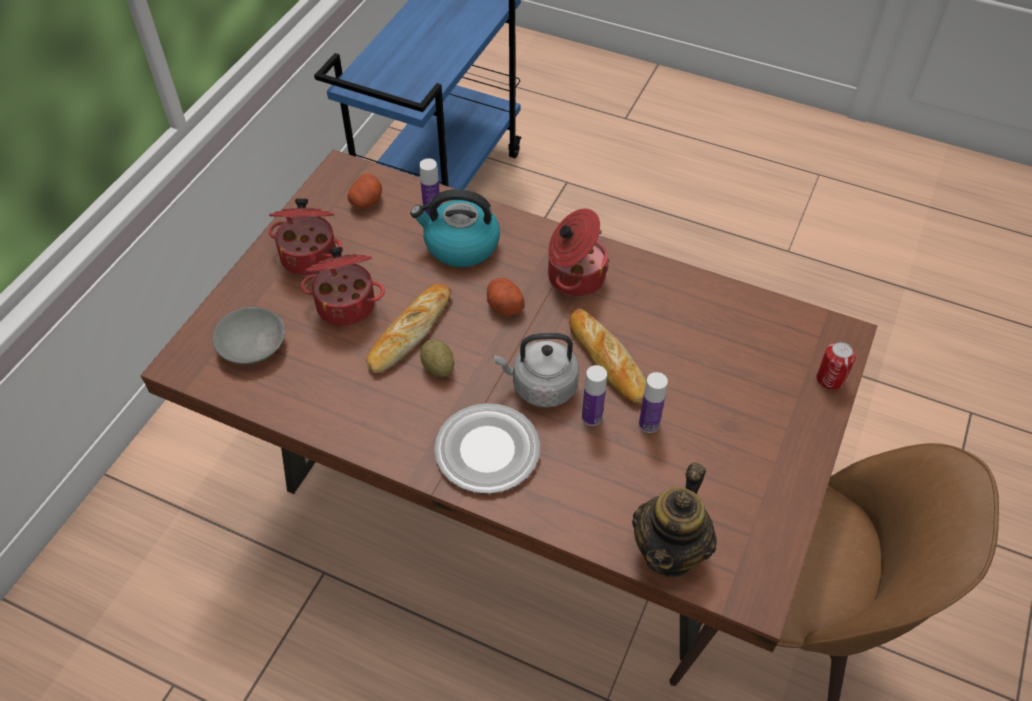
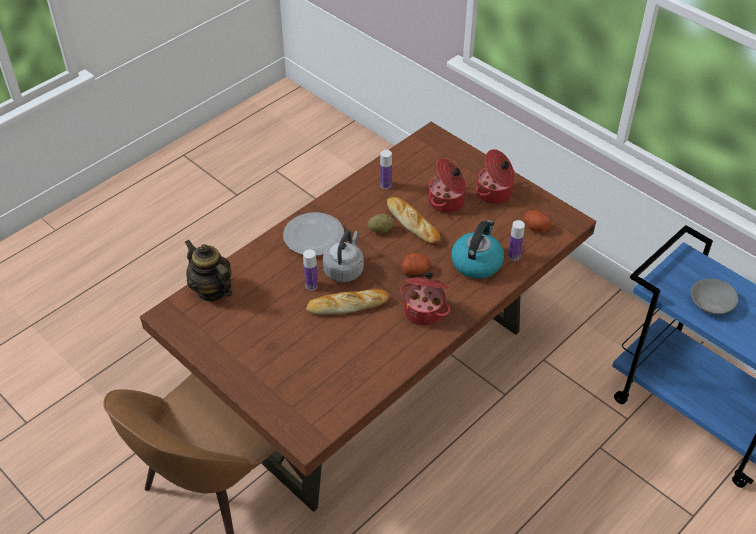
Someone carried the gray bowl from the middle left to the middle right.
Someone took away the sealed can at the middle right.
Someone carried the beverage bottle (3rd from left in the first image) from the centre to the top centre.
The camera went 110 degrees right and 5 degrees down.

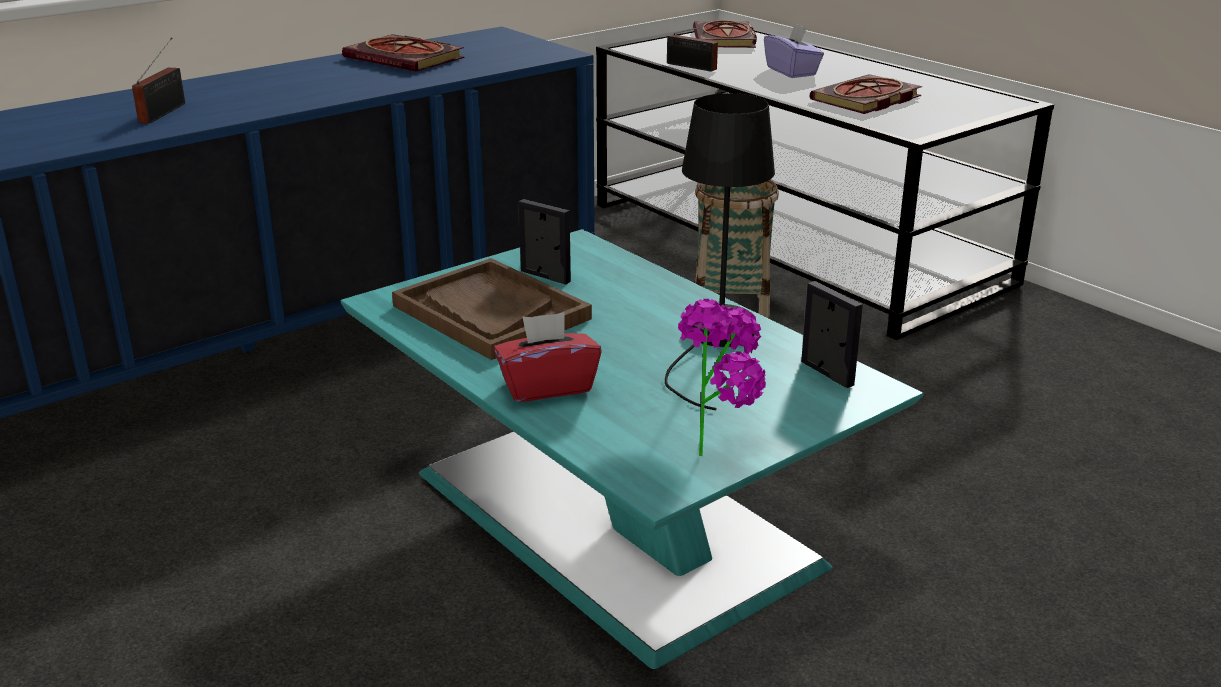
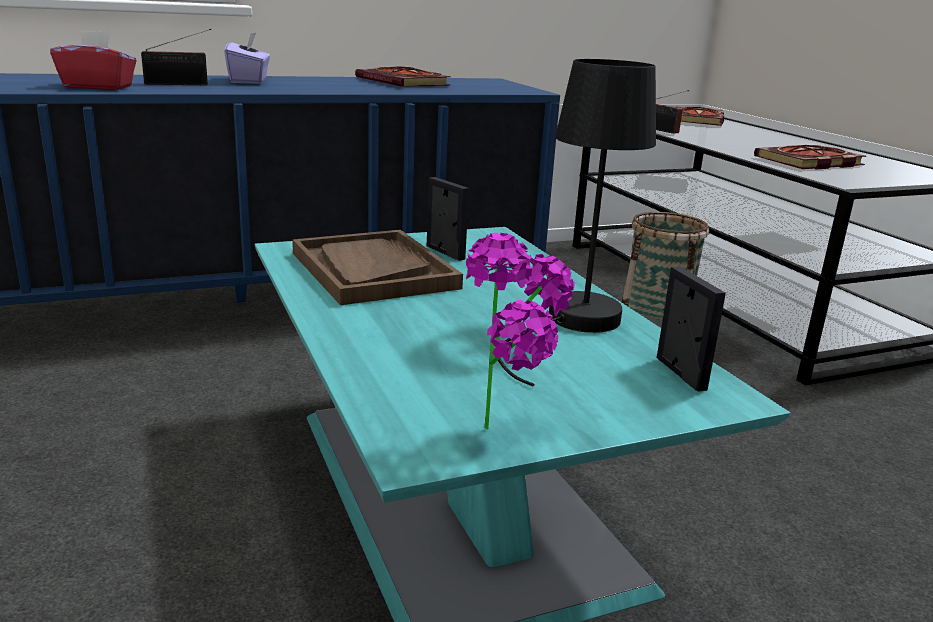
Someone carried the purplish tissue holder from the top centre to the top left.
Someone rotated the radio receiver (1st from left) at the top left by 45 degrees clockwise.
Someone carried the reddish tissue holder from the centre to the top left.
The camera went 15 degrees right and 5 degrees down.

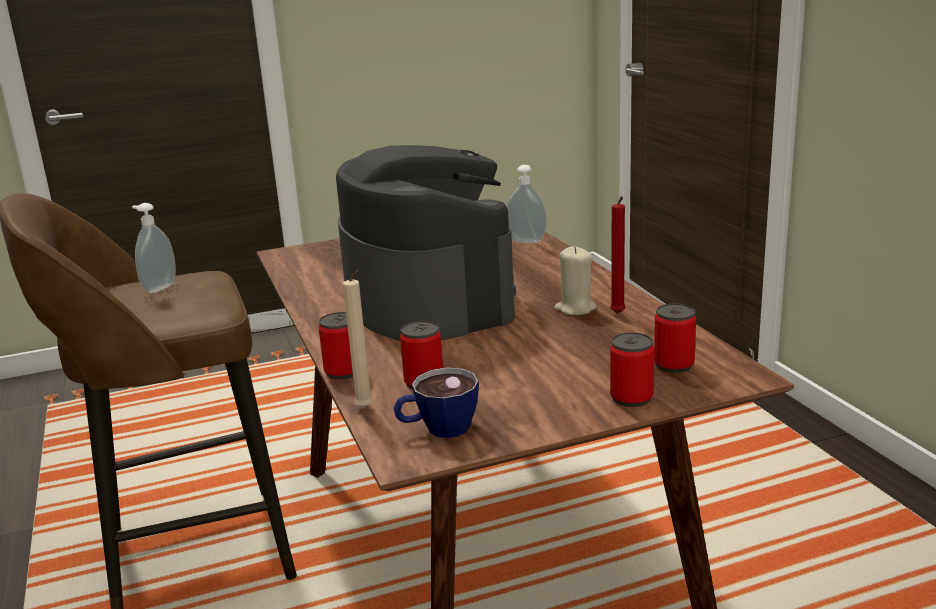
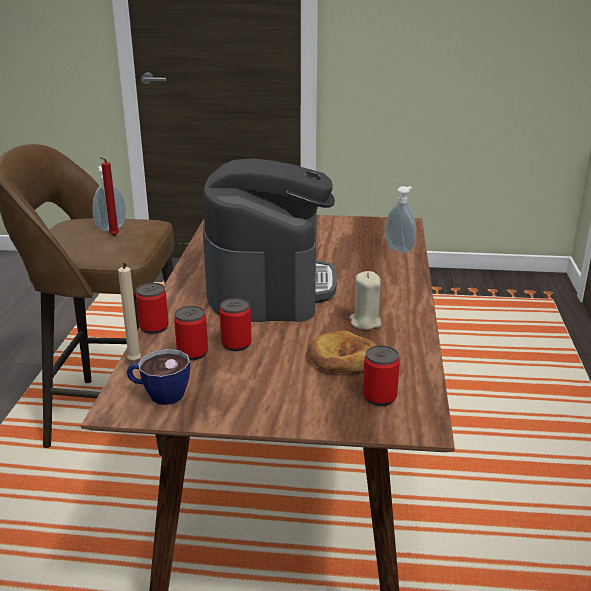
Someone carried the reddish candle from the centre to the top left.
Someone carried the sealed can (3rd from left) from the middle right to the centre.
Someone put down the bread at the centre.
The camera went 25 degrees right and 5 degrees up.

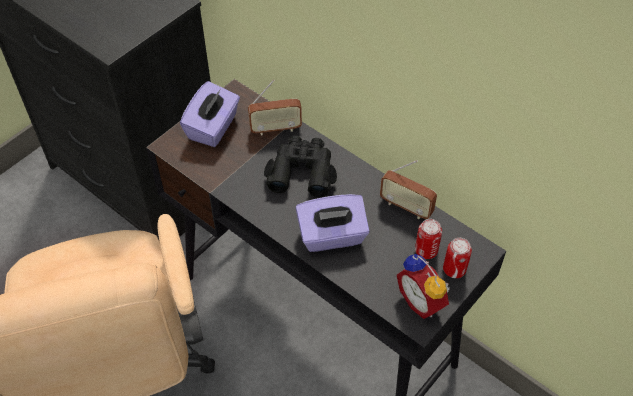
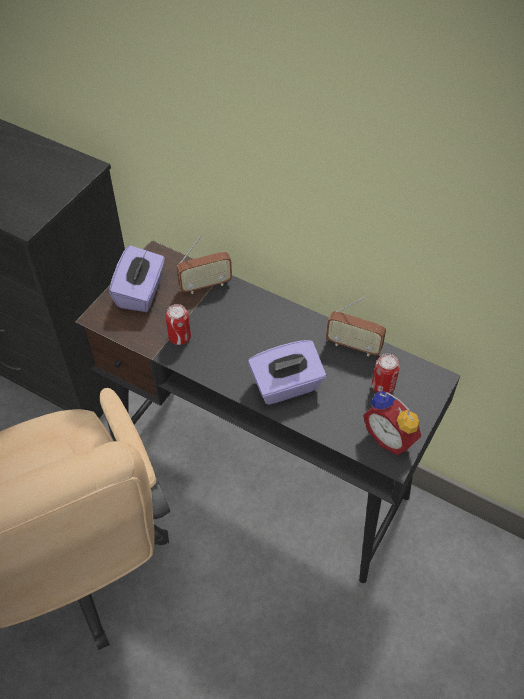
Someone took away the blackish field glasses at the centre.
Someone carried the sealed can (2nd from left in the first image) from the middle right to the centre.
The camera went 10 degrees left and 0 degrees up.

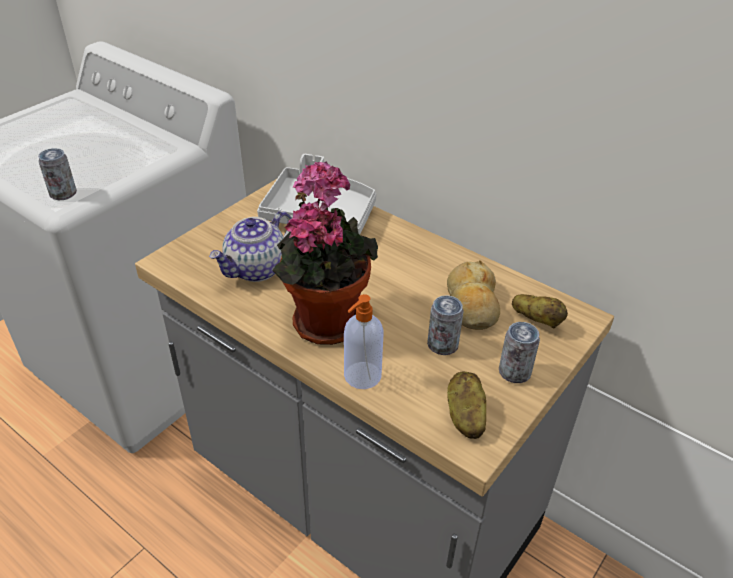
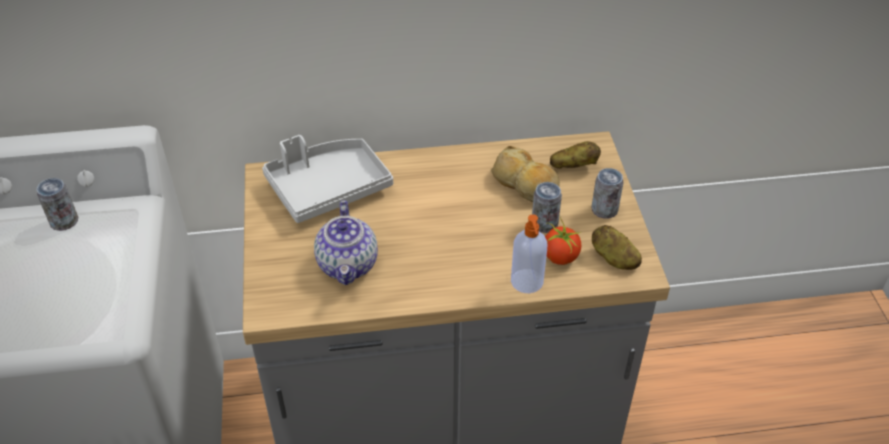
Someone carried the sealed can (1st from left) from the top left to the middle left.
Someone took away the plant in a pot at the centre.
Someone put down the fresh tomato at the centre.
The camera went 45 degrees left and 5 degrees up.

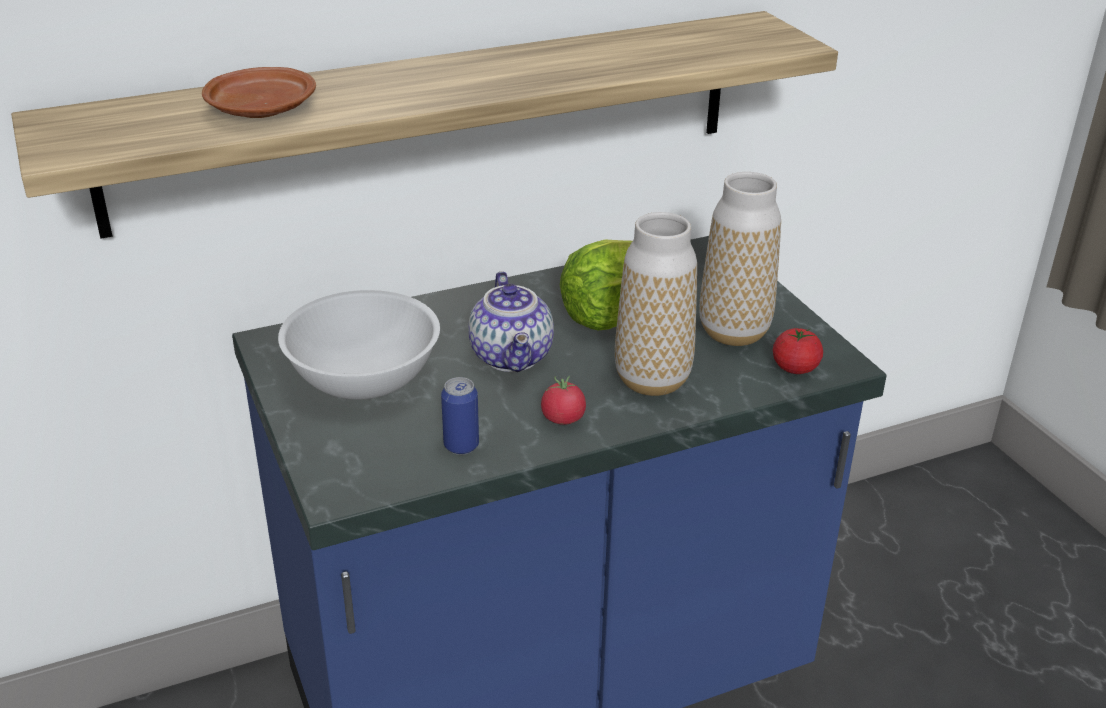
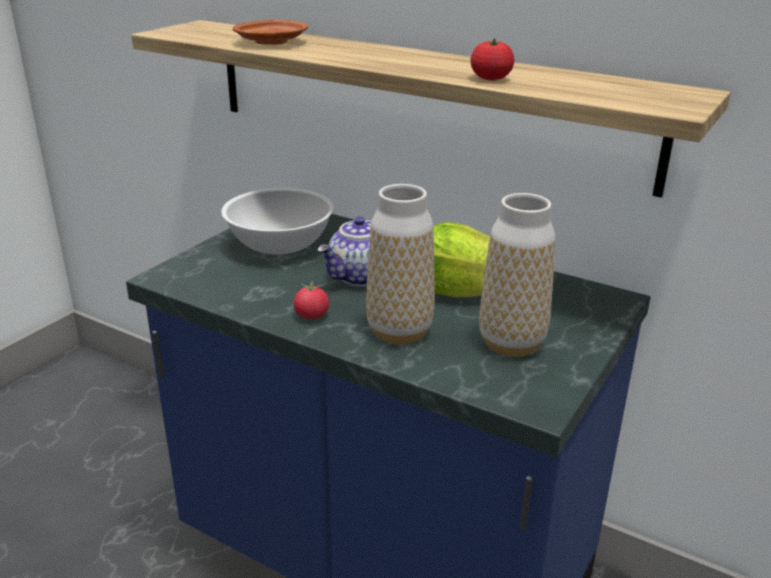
Someone carried the fresh tomato (2nd from left) from the middle right to the top centre.
Someone took away the sealed can at the centre.
The camera went 55 degrees right and 5 degrees down.

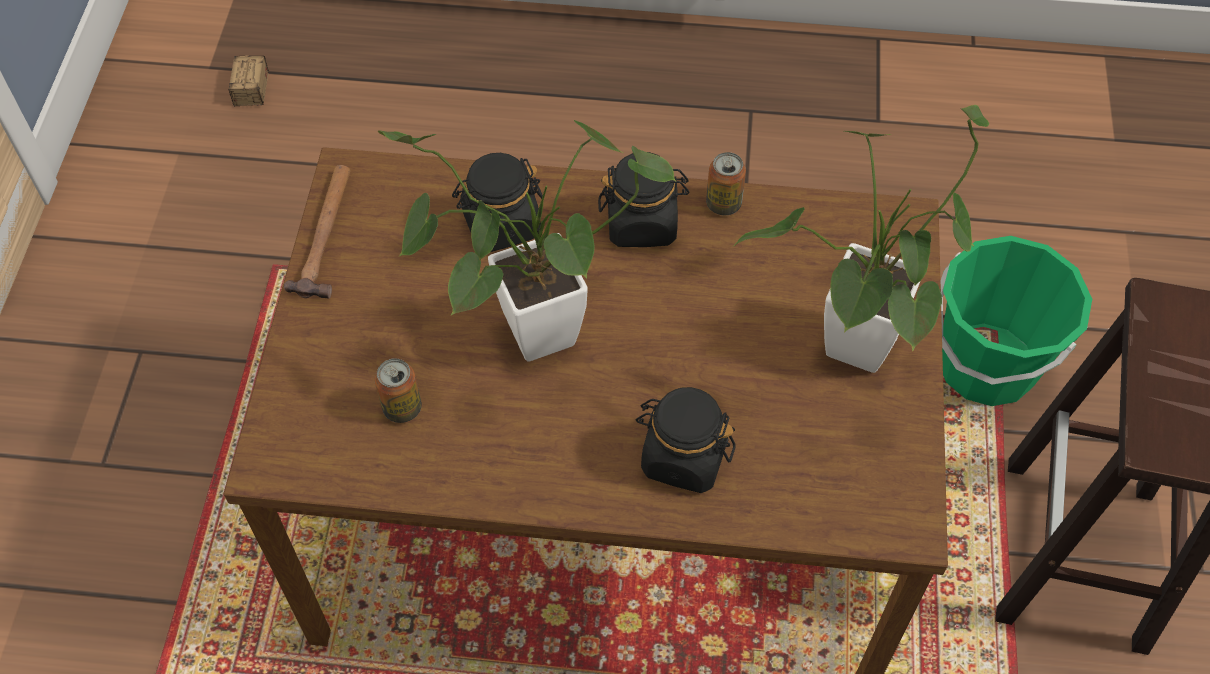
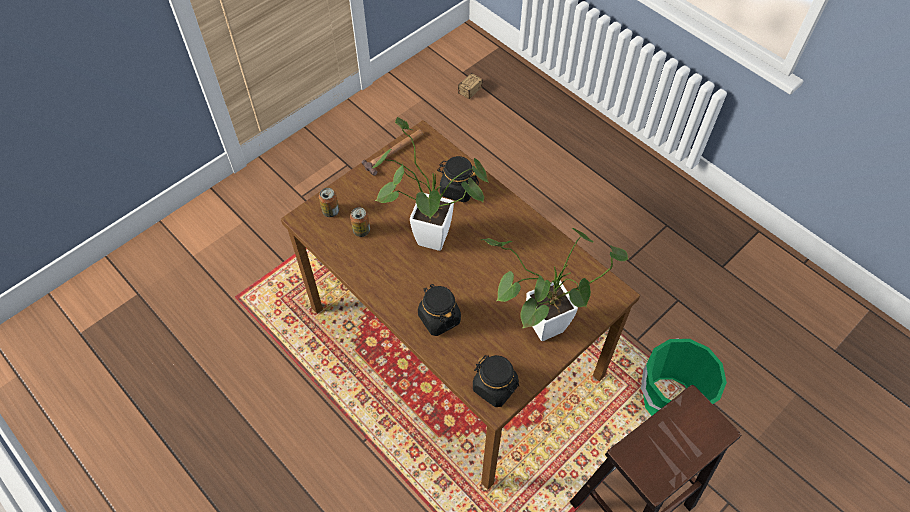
Someone carried the blackish preserve jar (2nd from left in the first image) from the top centre to the bottom centre.
Someone carried the sealed can (2nd from left in the first image) from the top centre to the centre.
The camera went 40 degrees right and 0 degrees up.

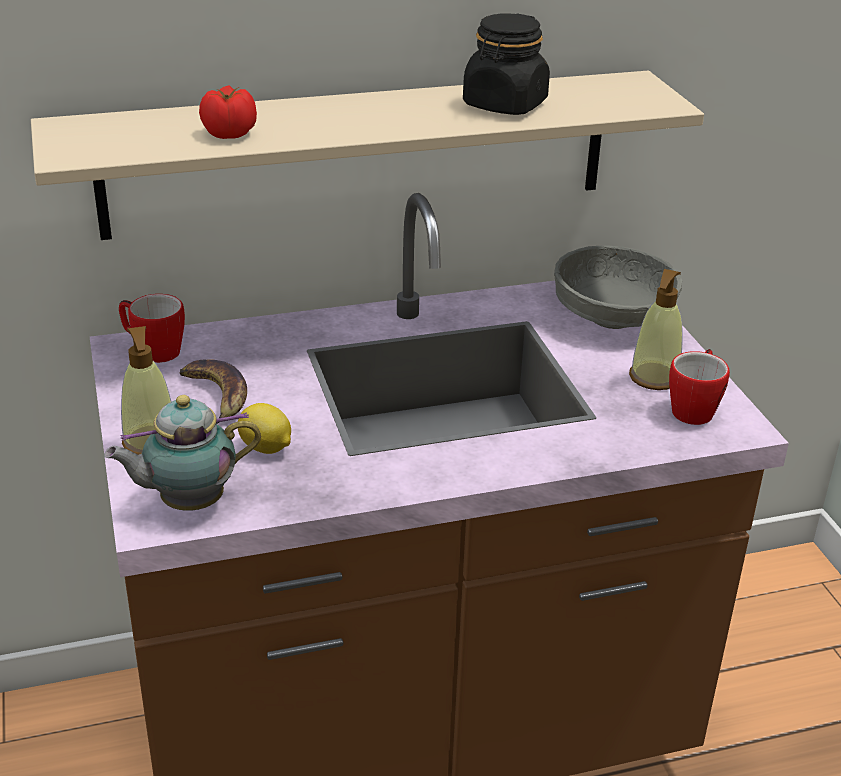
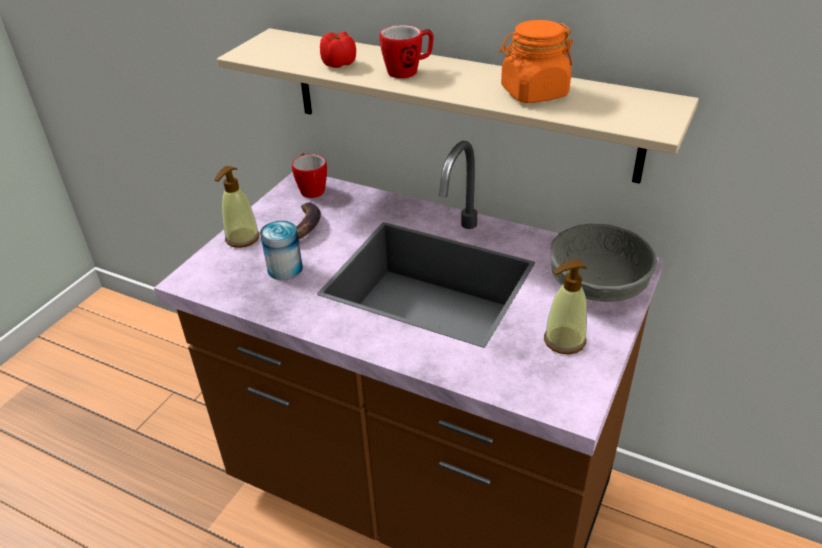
Someone repainted the blackish preserve jar at the top centre, which became the orange preserve jar at the top centre.
Someone carried the tea mug (2nd from left) from the middle right to the top centre.
Someone took away the teapot at the middle left.
Someone swapped the lemon at the middle left for the sealed can at the centre.
The camera went 45 degrees right and 5 degrees up.

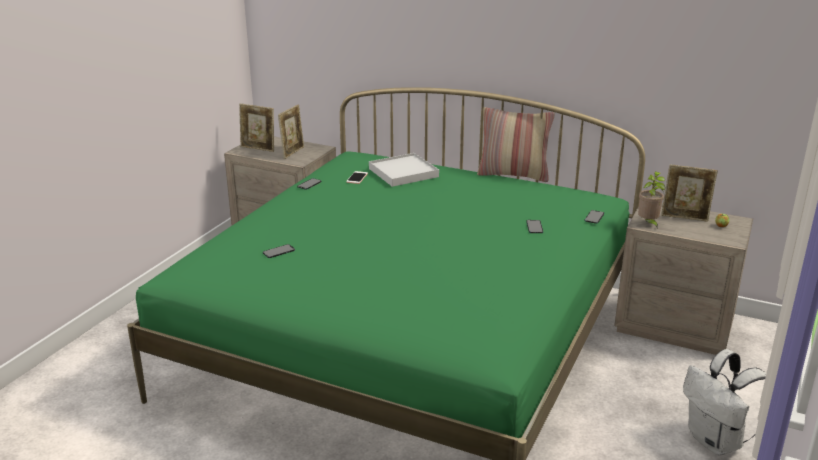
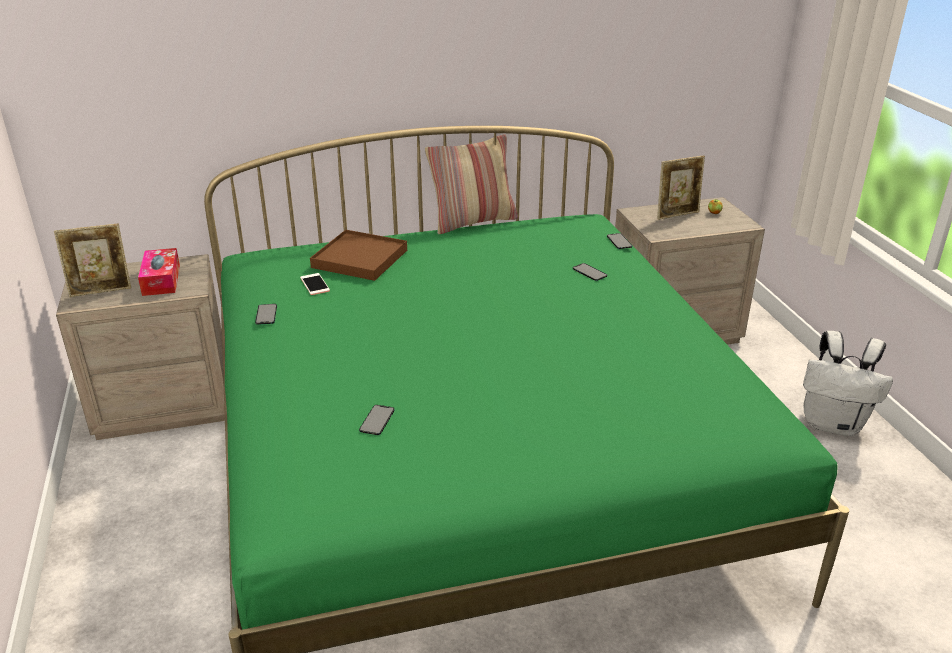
Someone swapped the standing frame (2nd from left) at the top centre for the tissue holder at the middle left.
Someone repainted the whitish carrying tray at the centre, which became the brownish carrying tray at the centre.
Someone took away the plant in a pot at the middle right.
The camera went 40 degrees left and 5 degrees up.

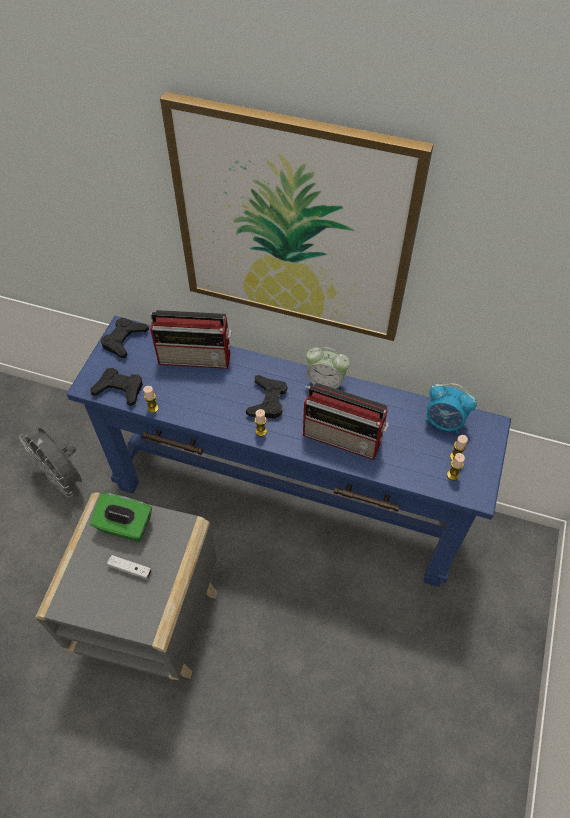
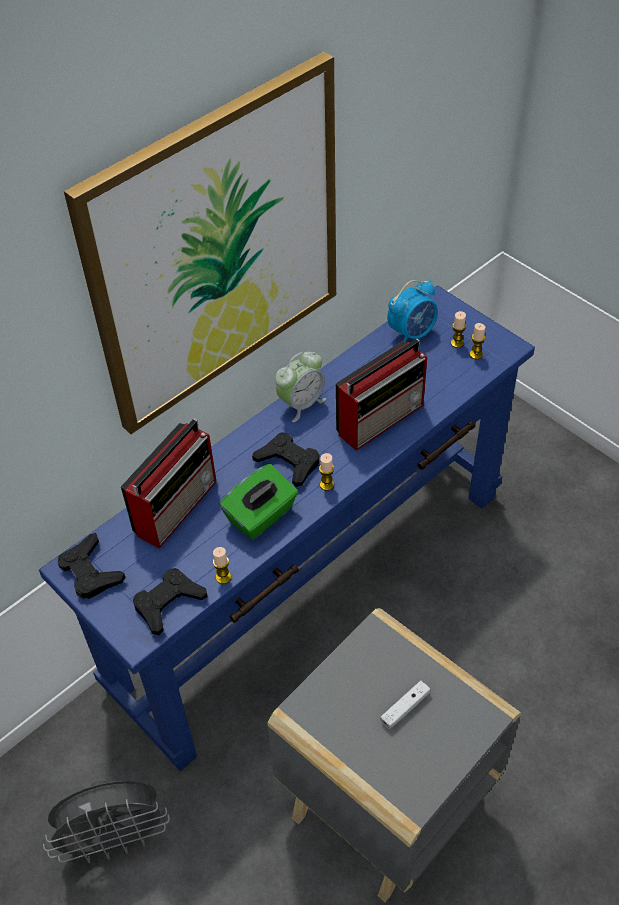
Someone carried the green-coloured tissue holder from the middle left to the centre.
The camera went 60 degrees left and 5 degrees down.

